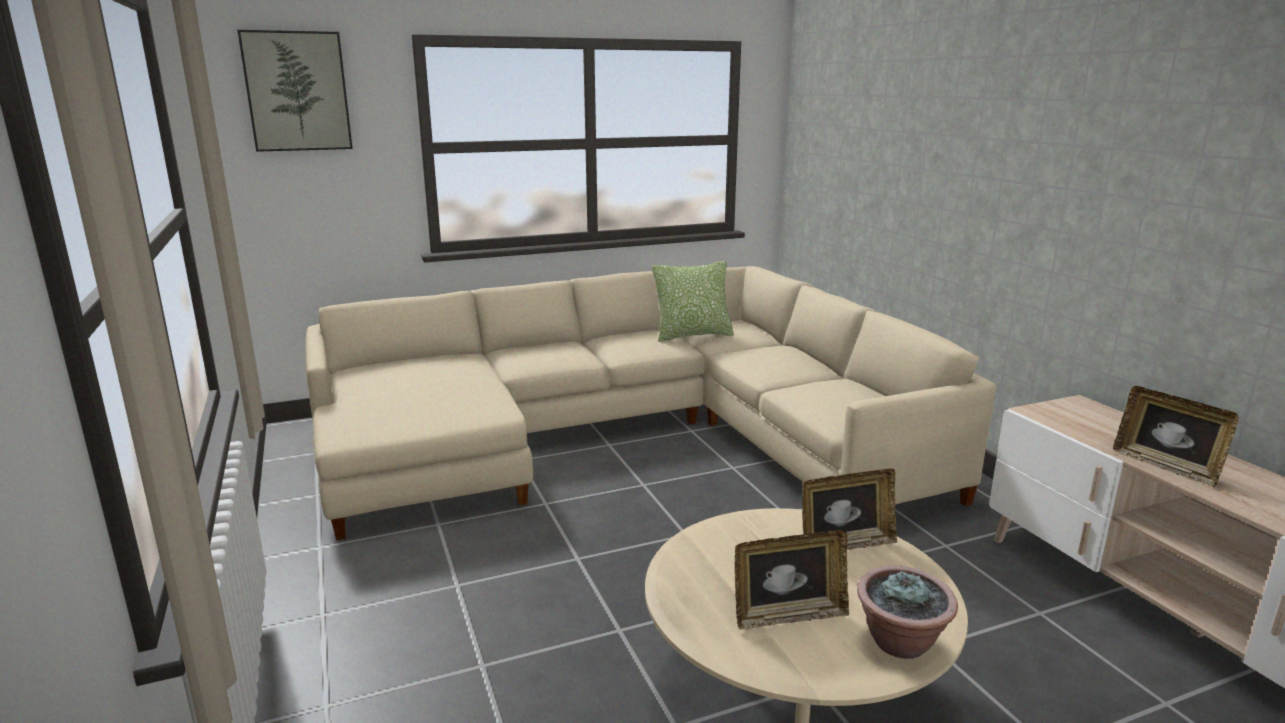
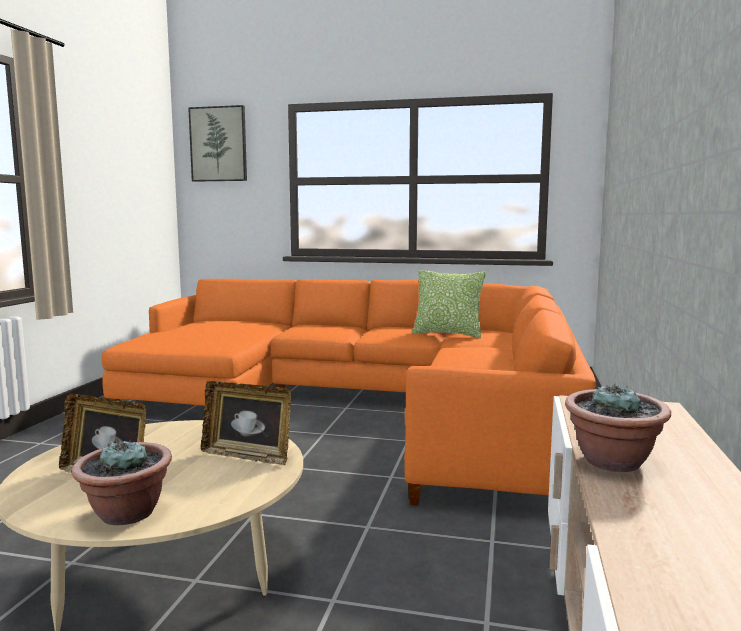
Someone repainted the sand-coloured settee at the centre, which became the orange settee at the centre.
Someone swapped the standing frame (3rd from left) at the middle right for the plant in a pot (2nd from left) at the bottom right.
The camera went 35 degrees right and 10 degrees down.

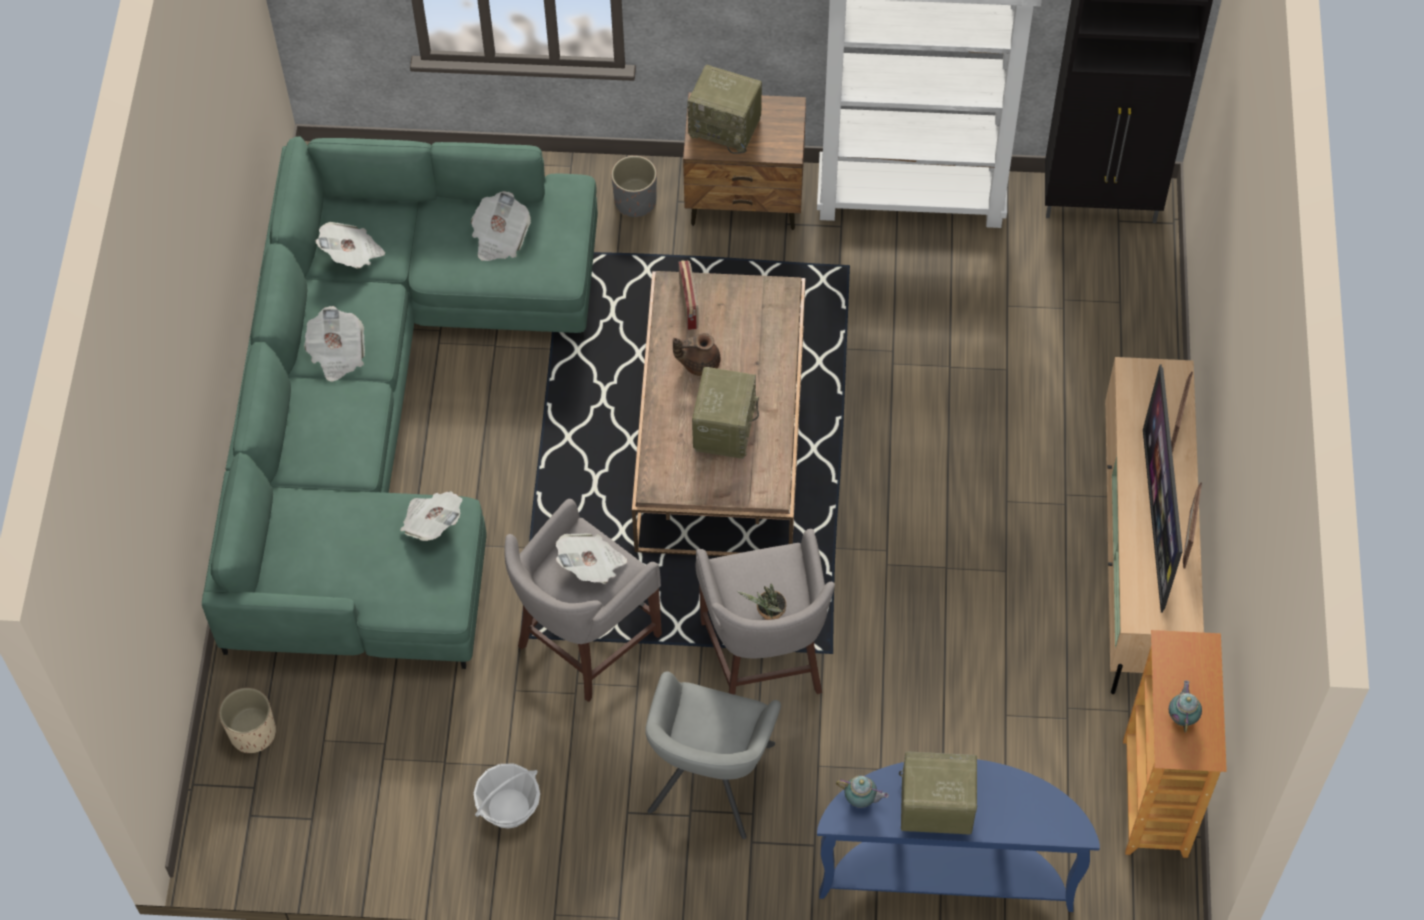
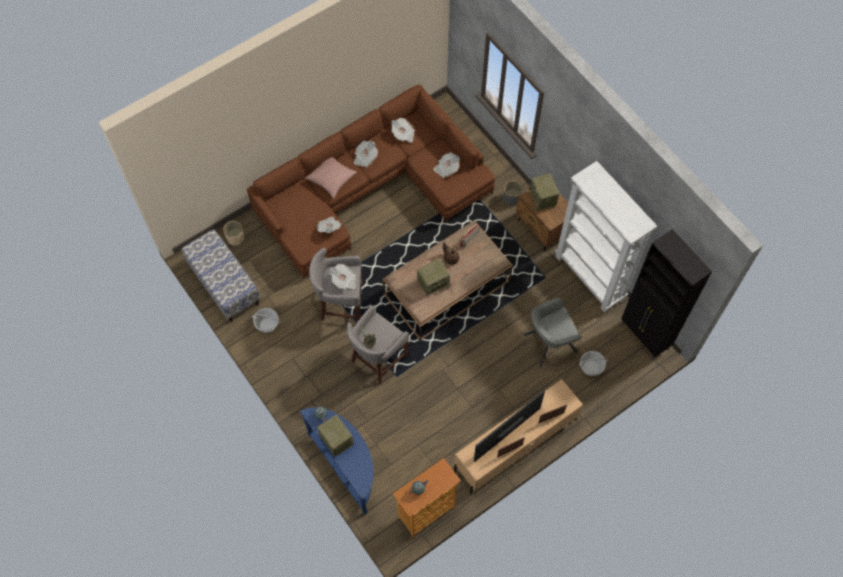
Someone repainted the green-coloured settee at the middle left, which became the brownish settee at the top centre.
Someone carried the gray lounge chair from the bottom centre to the centre.
Someone put down the pink pillow at the top centre.
Someone put down the long seat at the middle left.
Someone put down the household basket (2nd from left) at the middle right.
The camera went 50 degrees right and 5 degrees up.

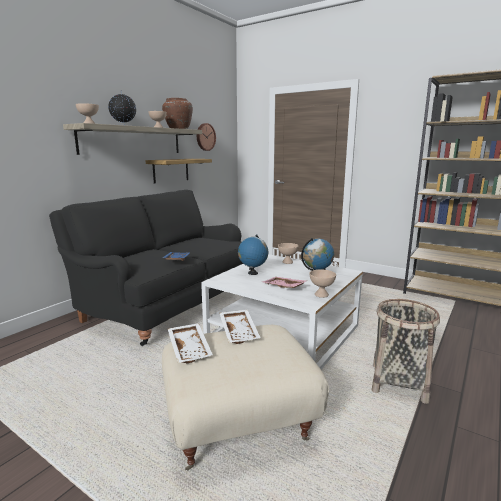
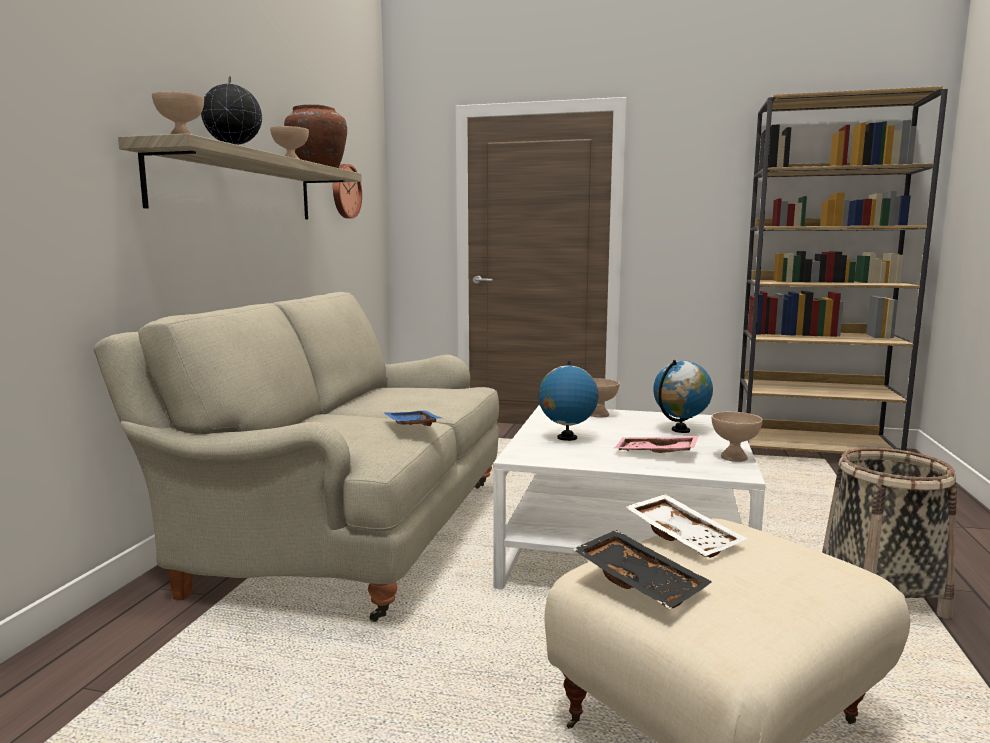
Someone took away the bracket shelf (2nd from left) at the centre.
Someone repainted the blackish settee at the middle left, which became the sand-coloured settee at the middle left.
Someone repainted the whitish carrying tray (1st from left) at the bottom centre, which became the blackish carrying tray at the bottom centre.
The camera went 20 degrees left and 5 degrees down.

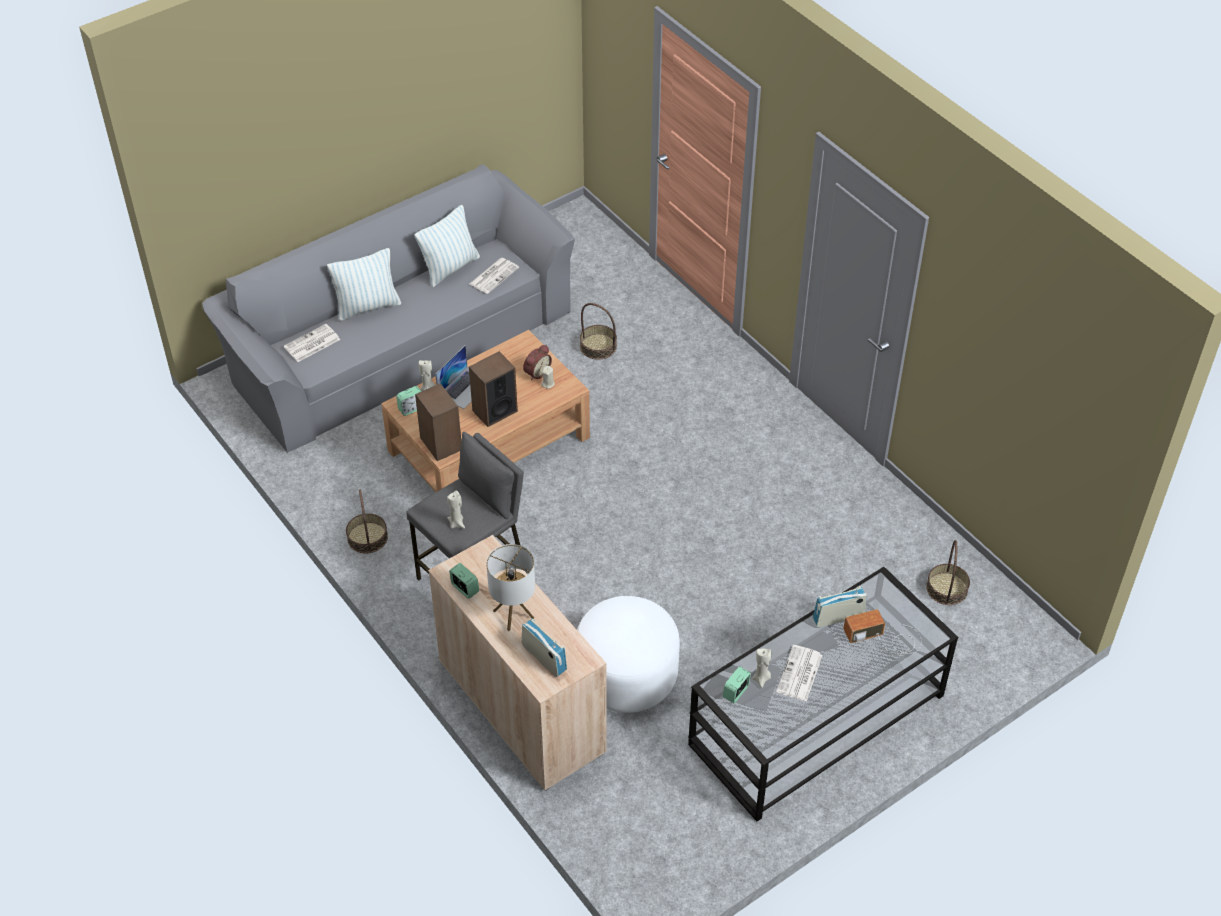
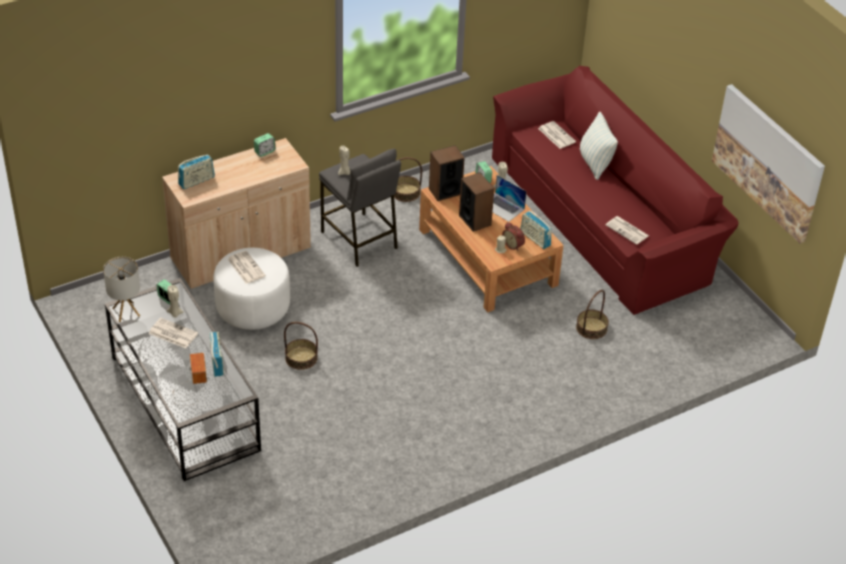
Someone repainted the gray settee at the middle left, which became the reddish settee at the middle right.
Someone took away the pillow (2nd from left) at the top centre.
Someone carried the household basket (3rd from left in the first image) from the middle right to the centre.
Someone carried the tabletop lamp from the centre to the middle left.
Someone put up the wall art at the top right.
Someone put down the radio receiver (4th from left) at the centre.
Someone put down the daily paper (2nd from left) at the middle left.
The camera went 95 degrees right and 5 degrees down.

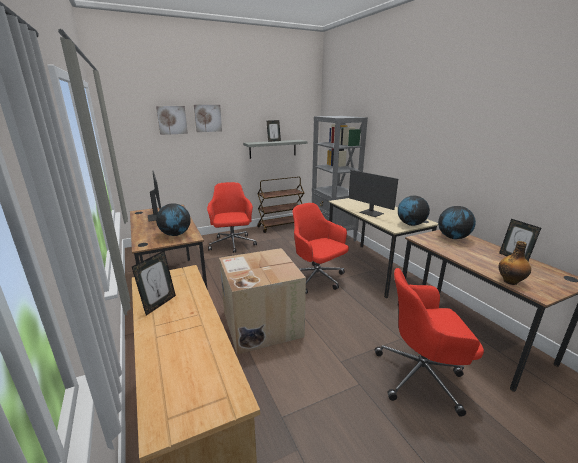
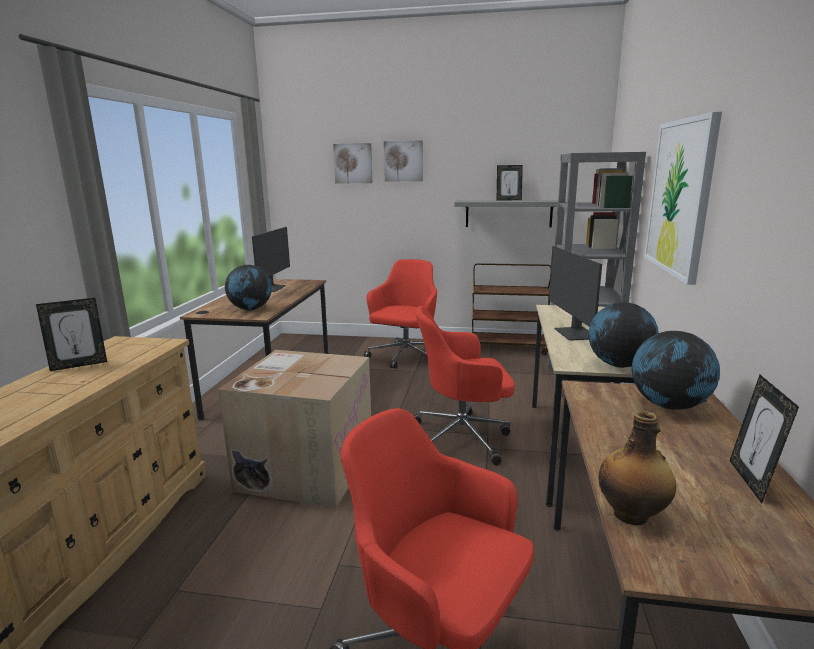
Someone rotated the reddish desk chair (2nd from left in the first image) at the centre by 90 degrees counterclockwise.
Someone put up the wall art (3rd from left) at the top right.
The camera went 35 degrees right and 5 degrees down.

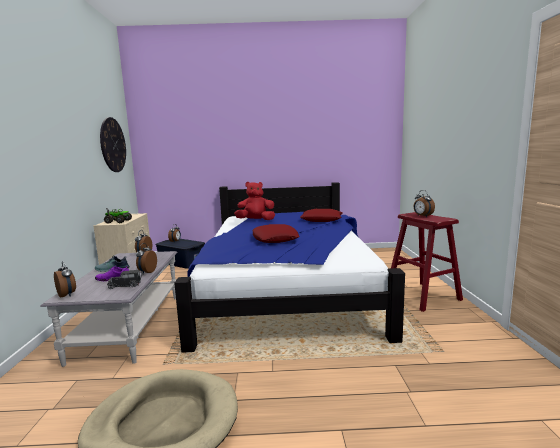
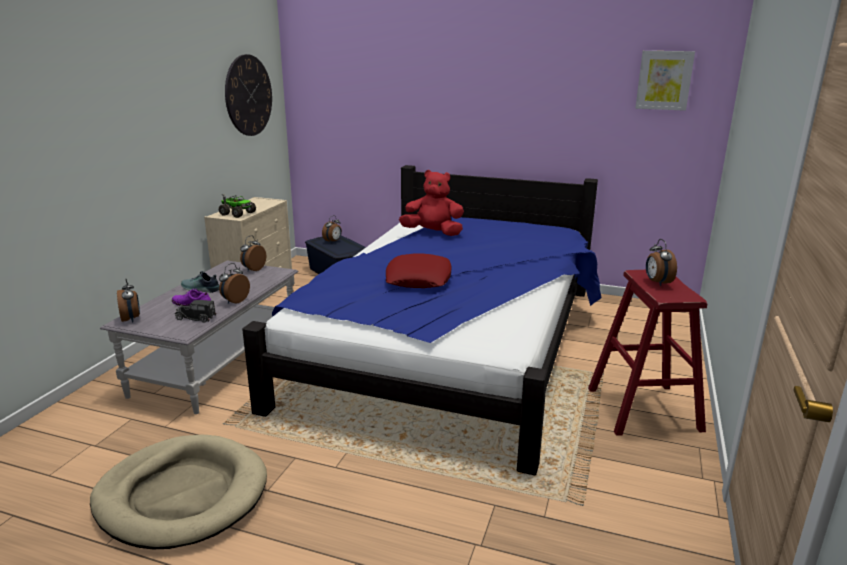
Someone took away the reddish pillow (2nd from left) at the centre.
Someone put up the wall art at the top right.
The camera went 20 degrees right and 10 degrees up.

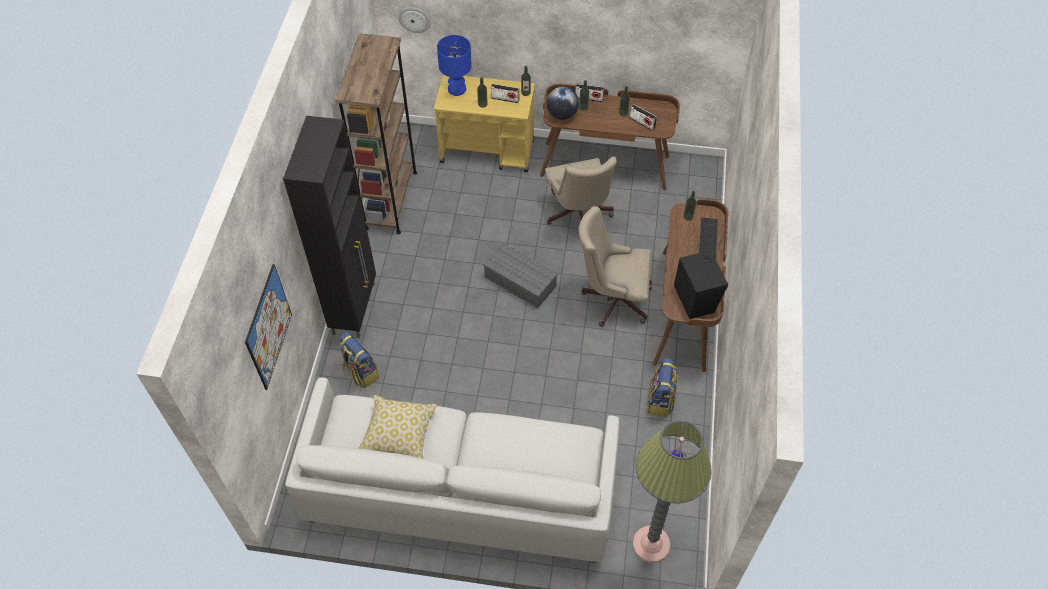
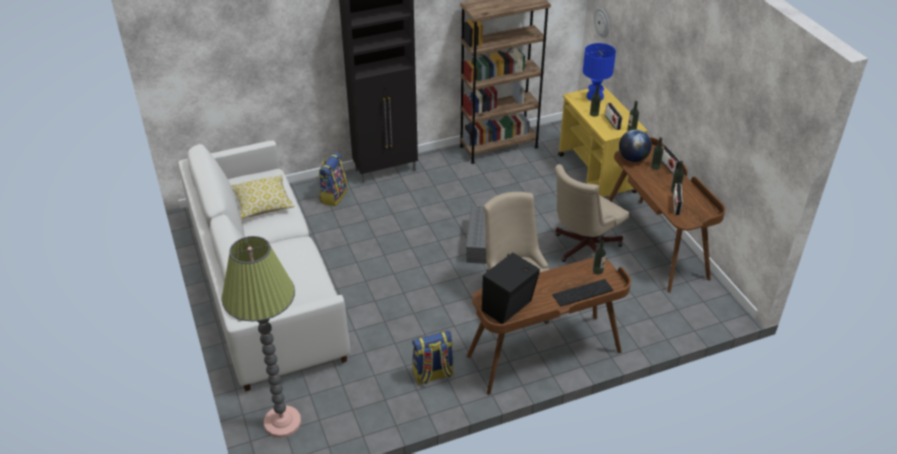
Someone took away the wall art at the middle left.
The camera went 60 degrees right and 15 degrees down.

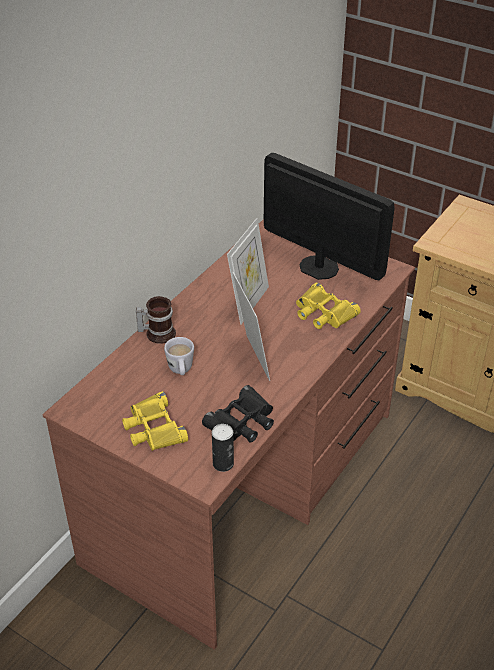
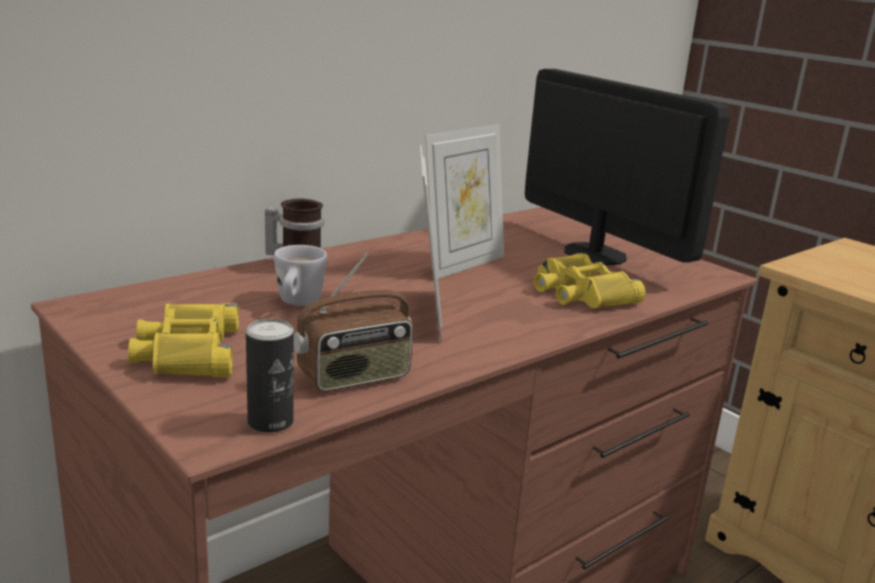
Someone swapped the blackish field glasses at the centre for the radio receiver at the centre.
The camera went 15 degrees right and 20 degrees down.

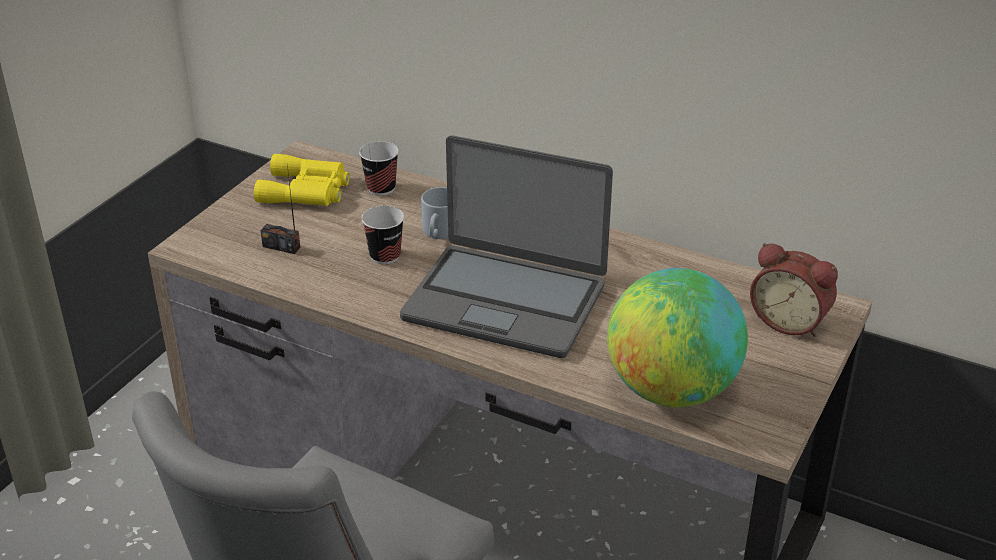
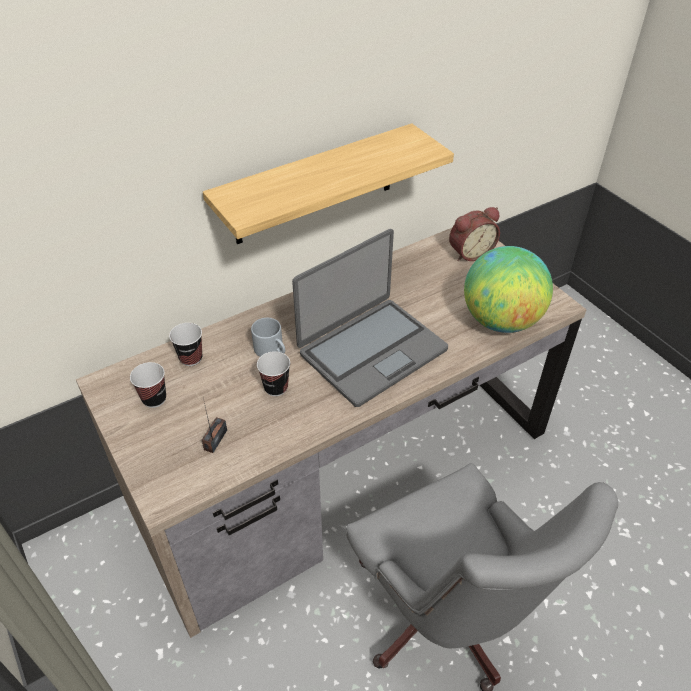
Someone swapped the yellowish field glasses at the top left for the small cup (1st from left) at the middle left.
Someone rotated the radio receiver at the middle left by 150 degrees clockwise.
Someone put up the bracket shelf at the top centre.
The camera went 60 degrees left and 10 degrees up.

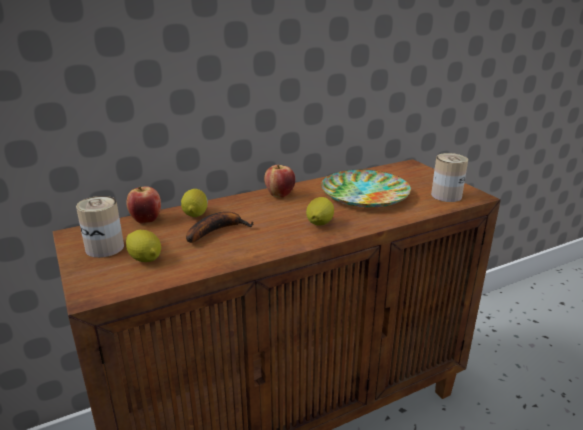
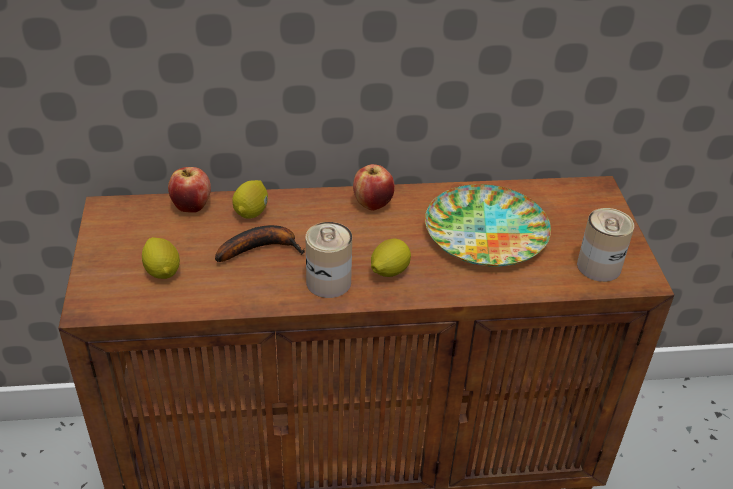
Someone carried the sealed can (1st from left) from the middle left to the centre.
The camera went 20 degrees right and 15 degrees up.

